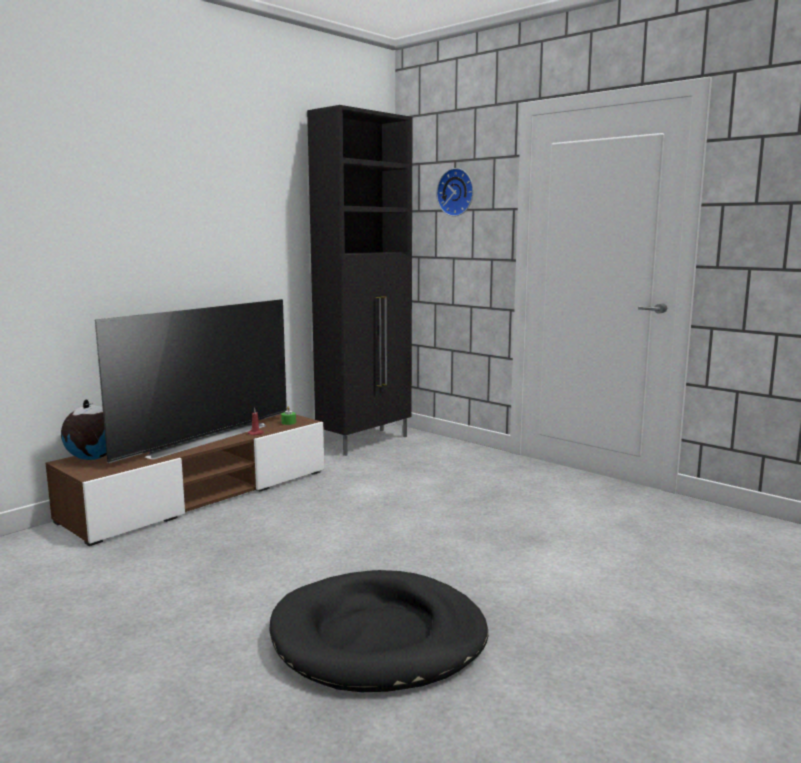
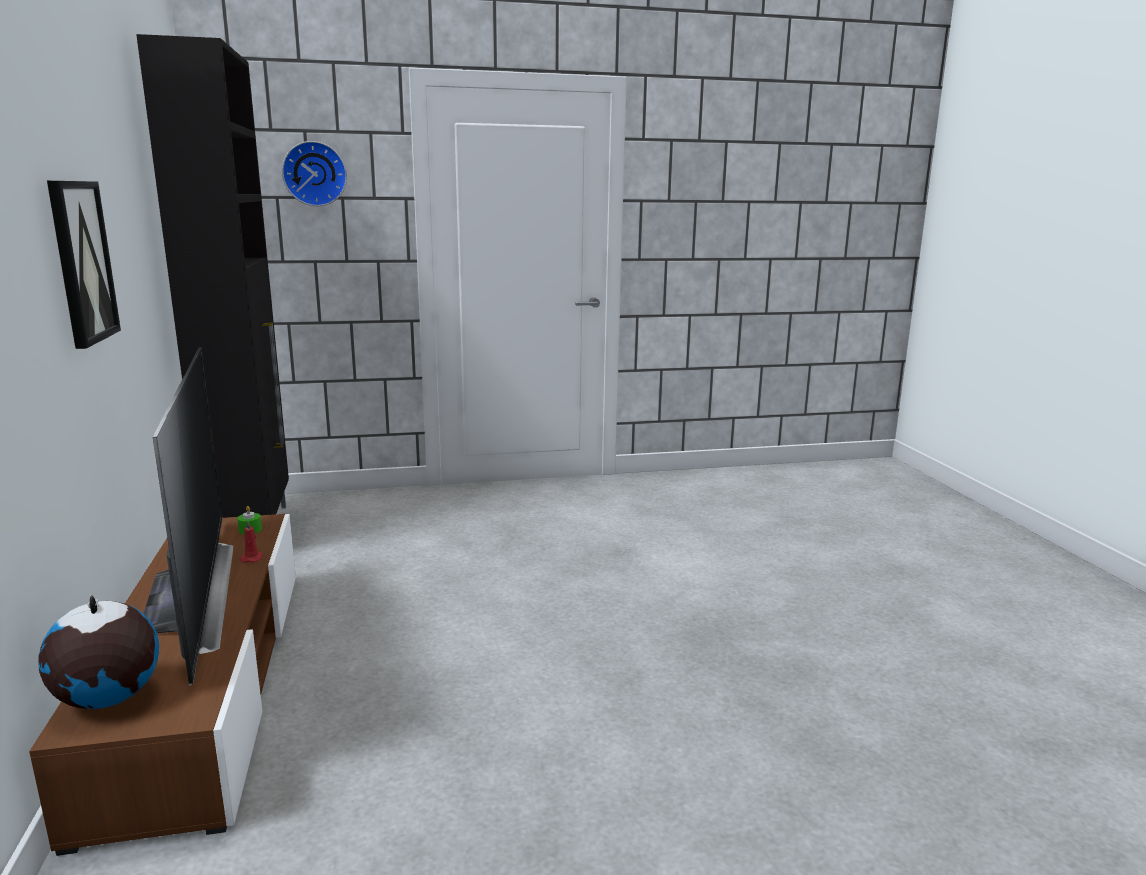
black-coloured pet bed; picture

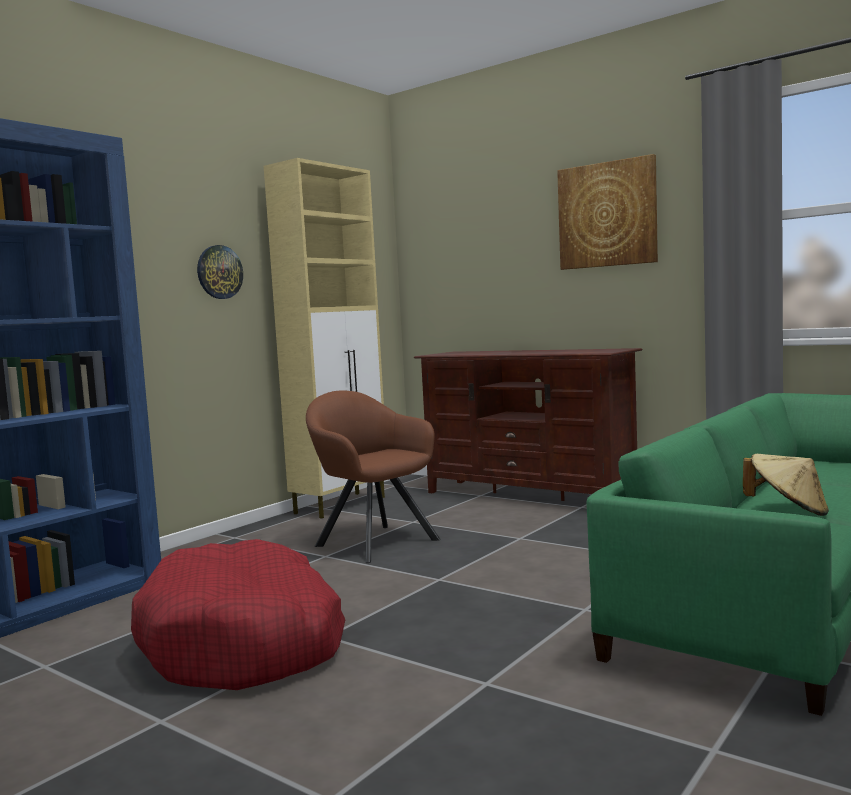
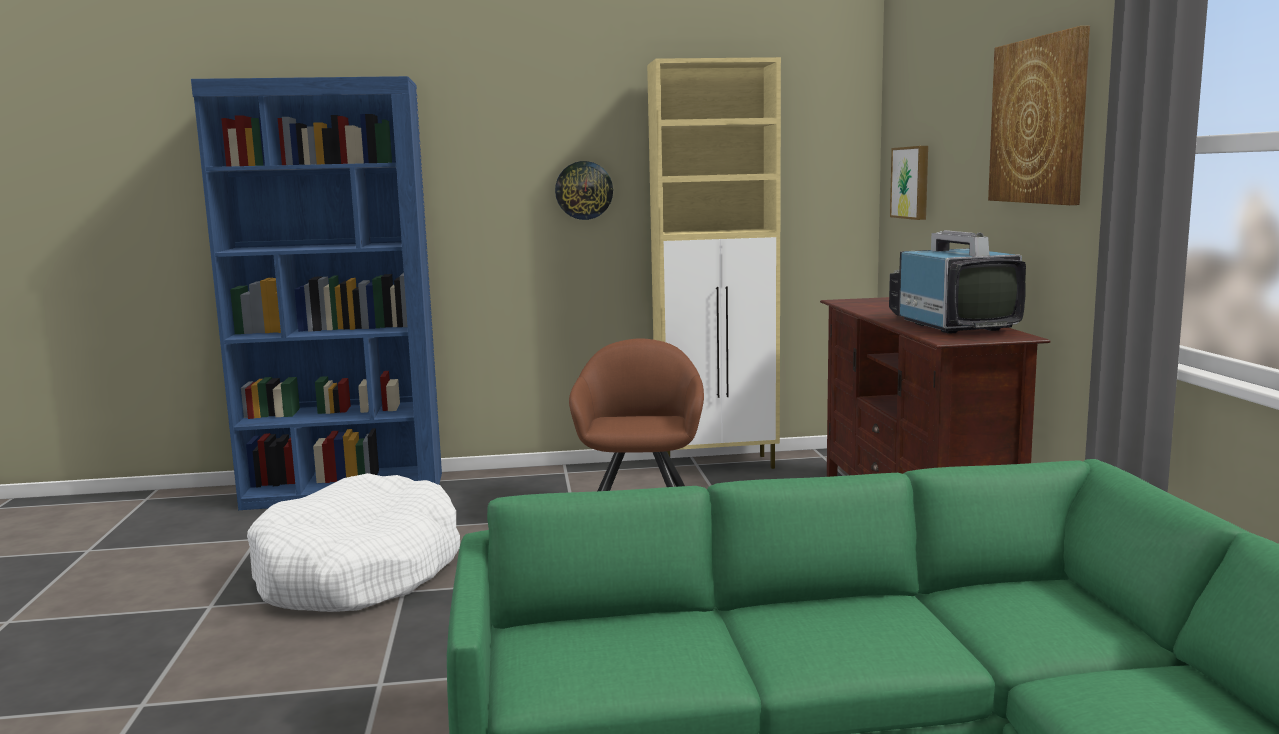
white-coloured pet bed; beige-coloured hat; TV set; picture (1st from left)

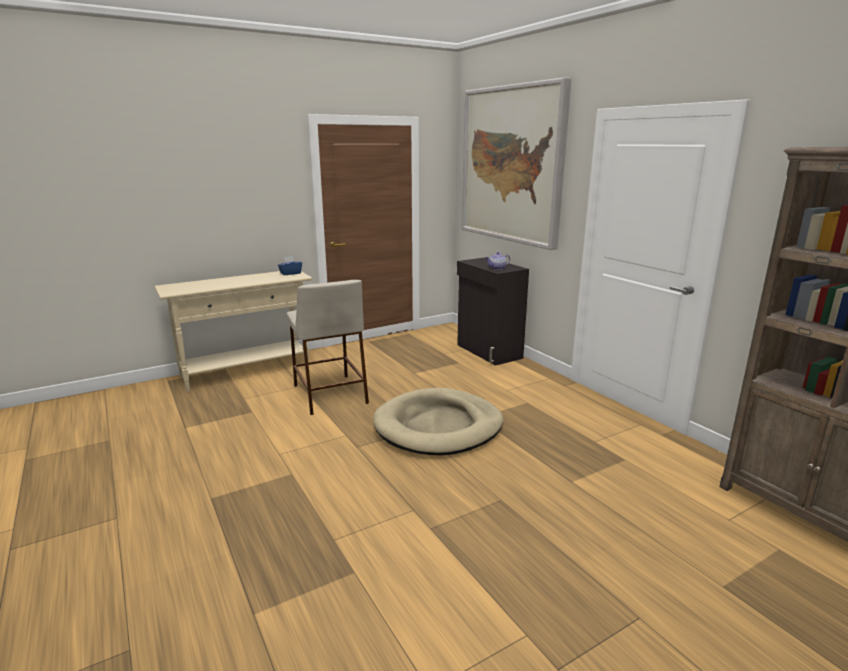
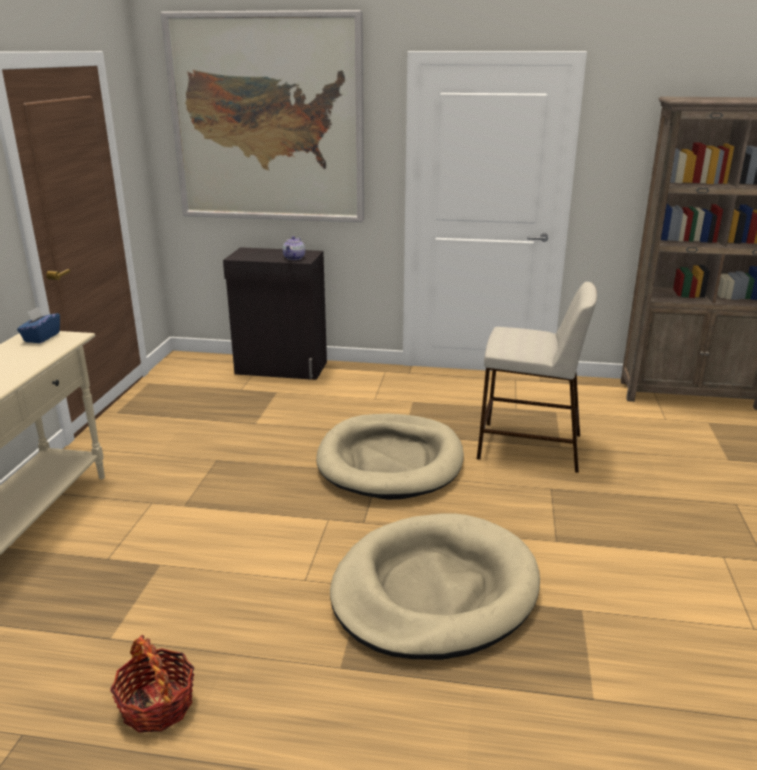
beige-coloured stool; household basket; beige-coloured pet bed (2nd from left)

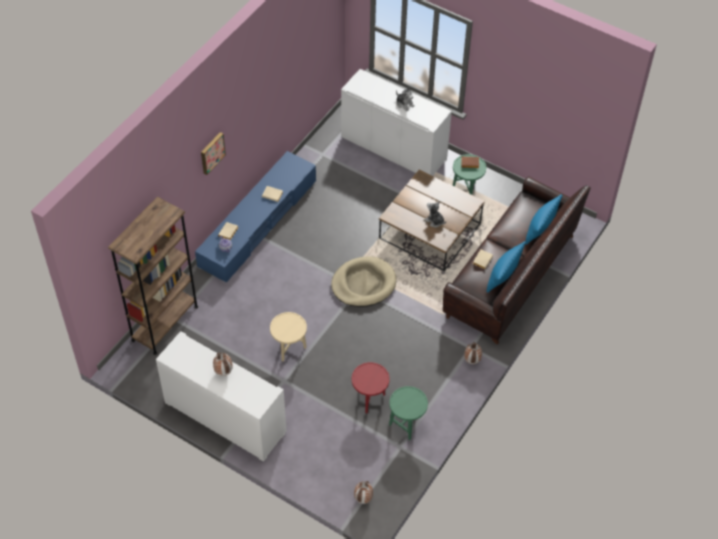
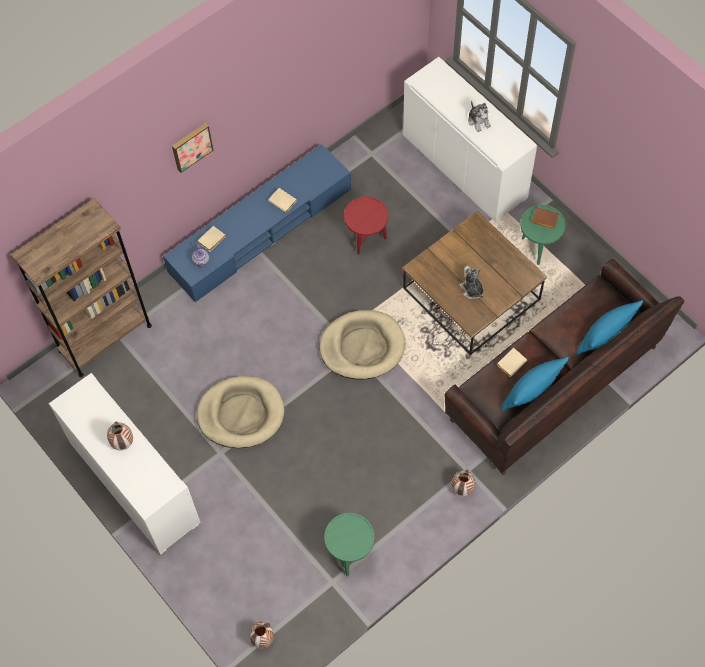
beige-coloured pet bed (1st from left); red side table

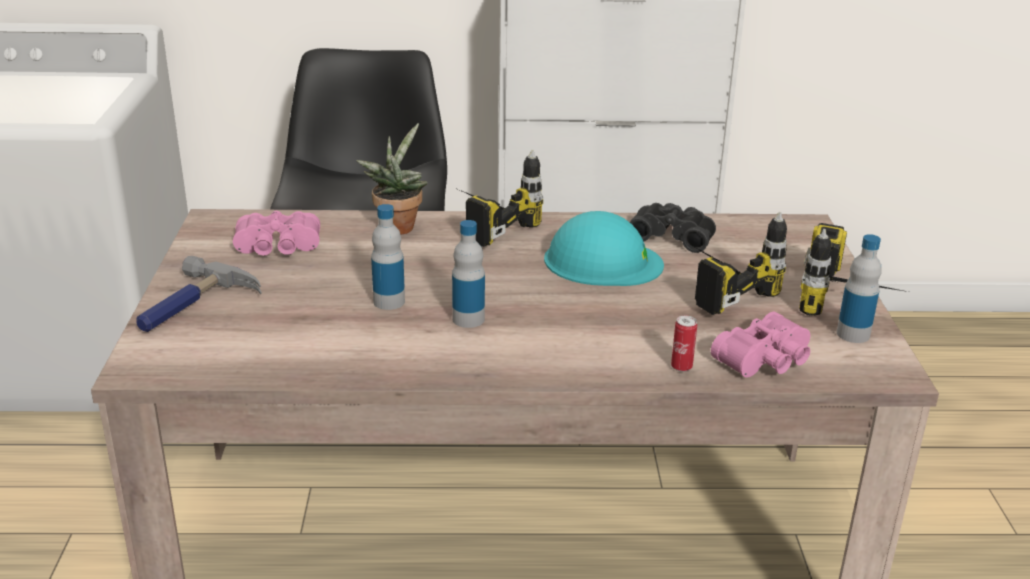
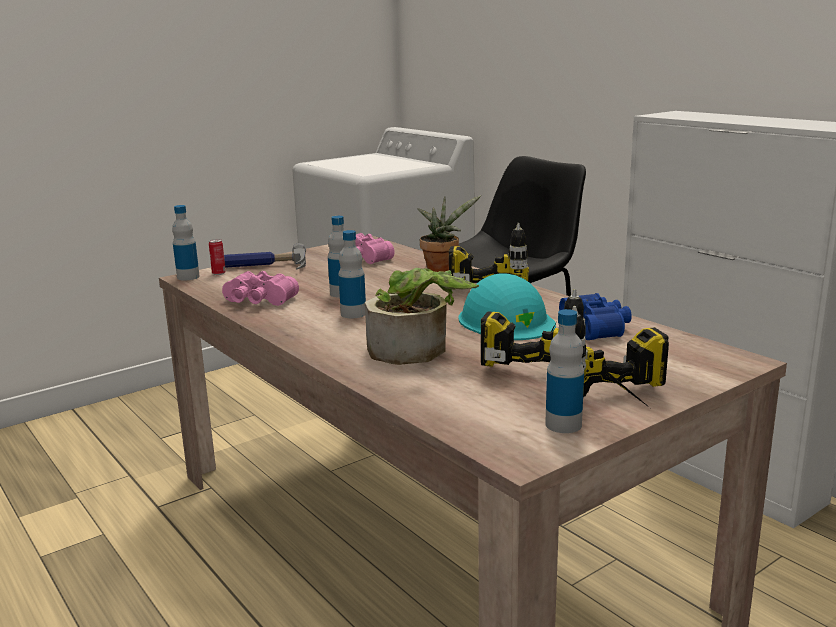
blue-coloured binoculars; can; pink-coloured binoculars (1st from left); drink bottle (1st from left); houseplant (1st from left)

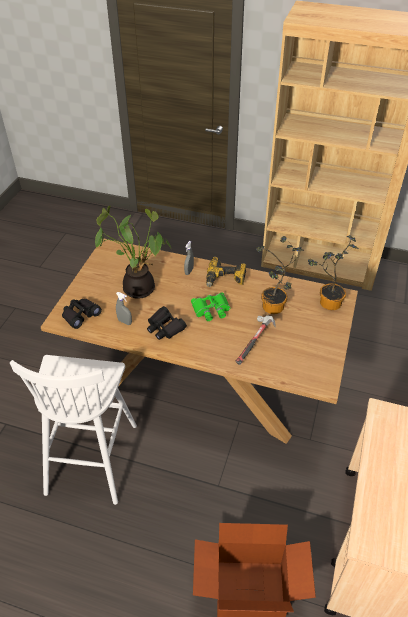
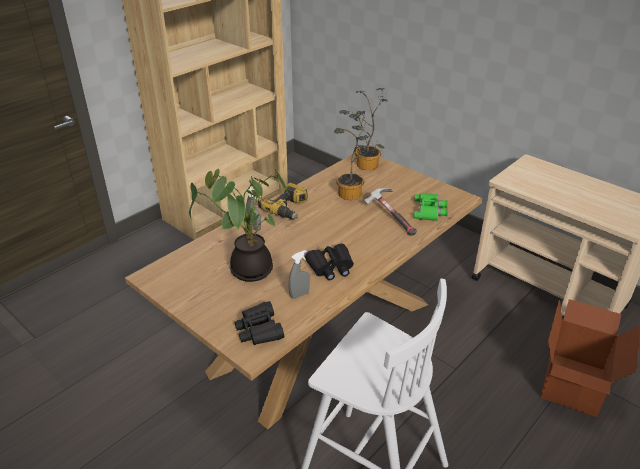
green binoculars

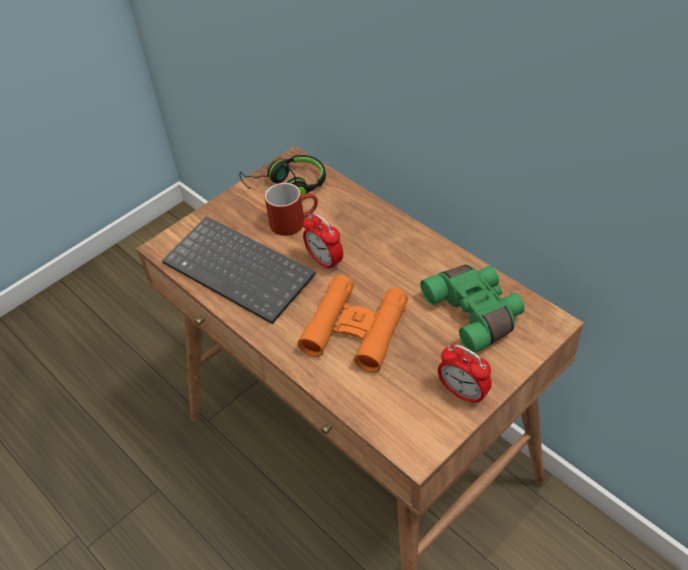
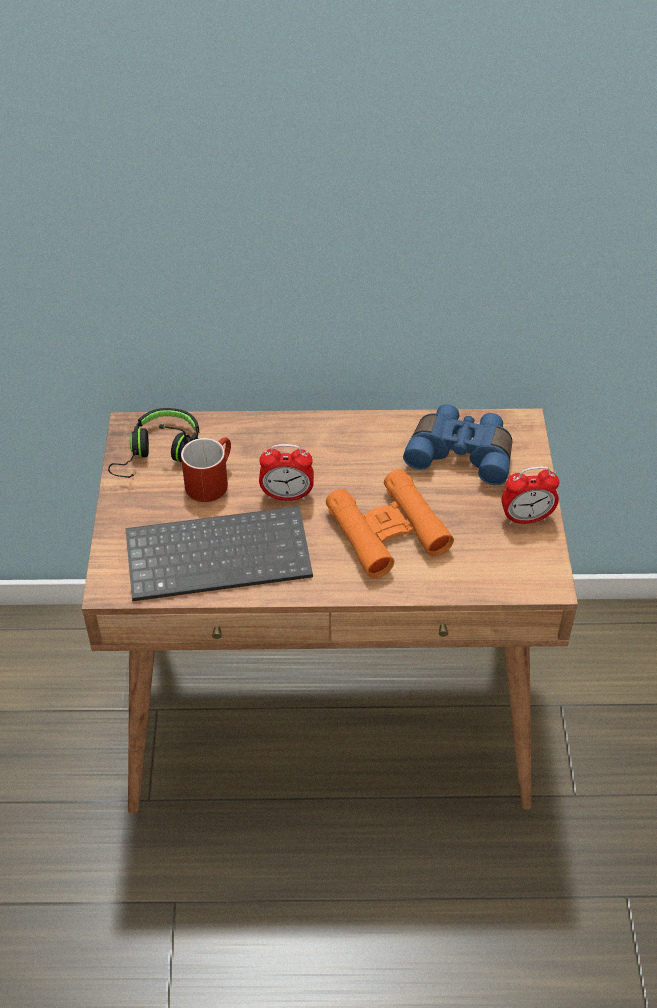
blue-coloured binoculars

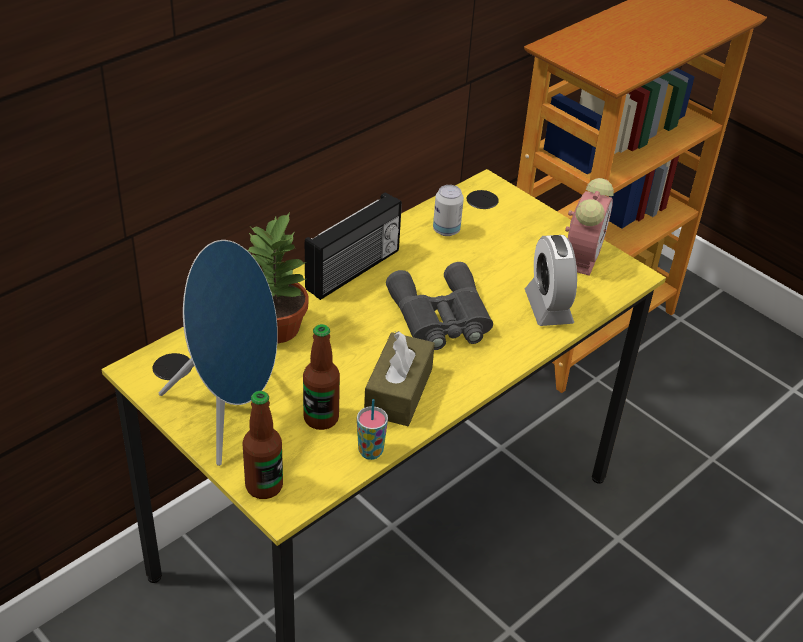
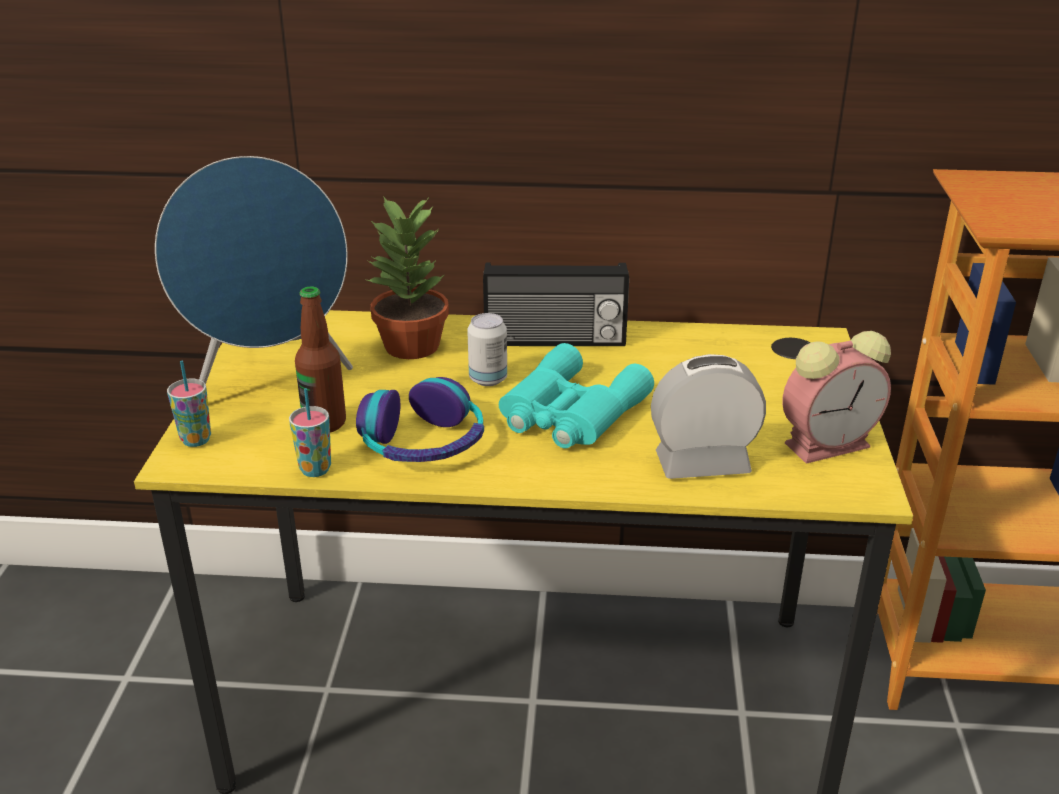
small cup (1st from left); headset; blue-green binoculars; can; bedside clock (1st from left)

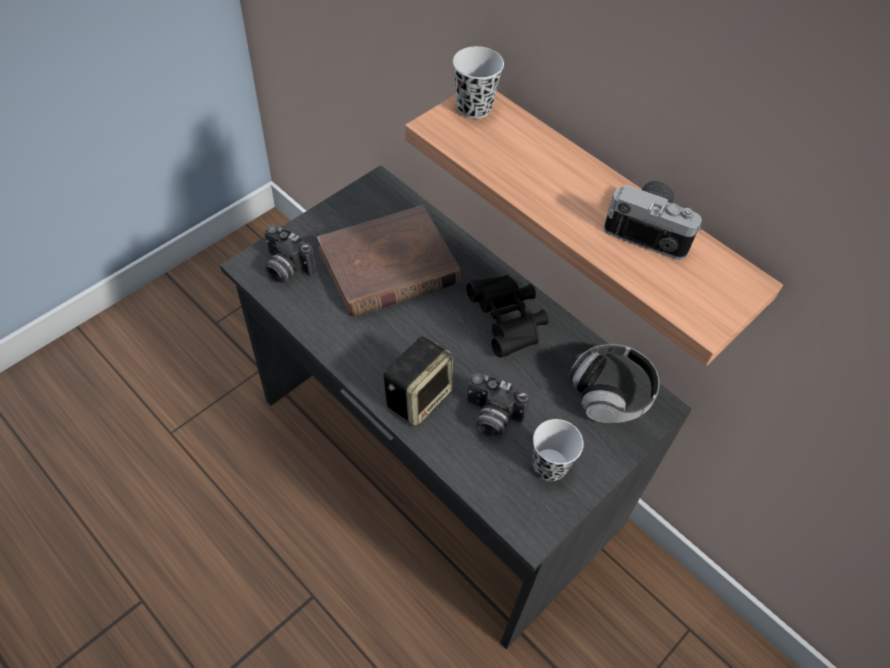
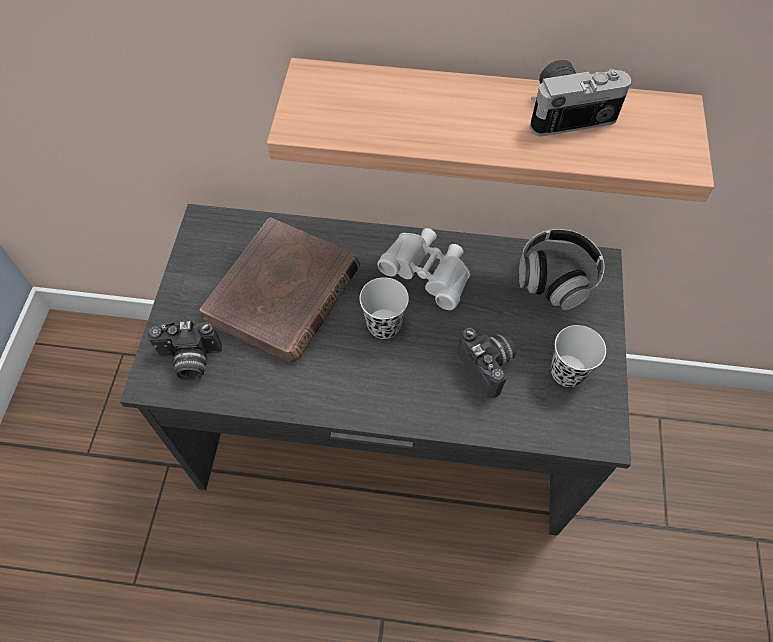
loudspeaker; white-coloured small cup (1st from left); white-coloured binoculars; photo camera (2nd from left)

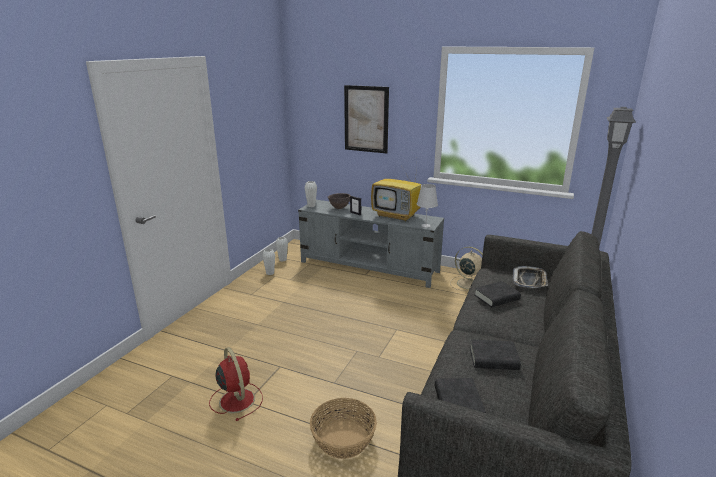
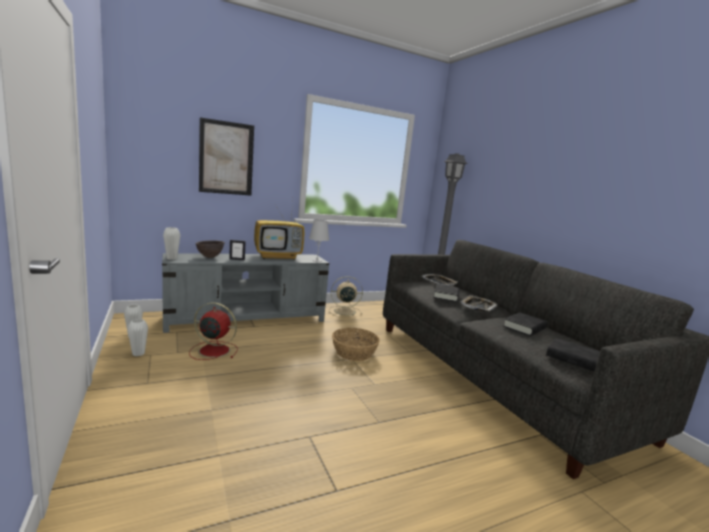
red electric fan; household basket; serving tray (2nd from left)

